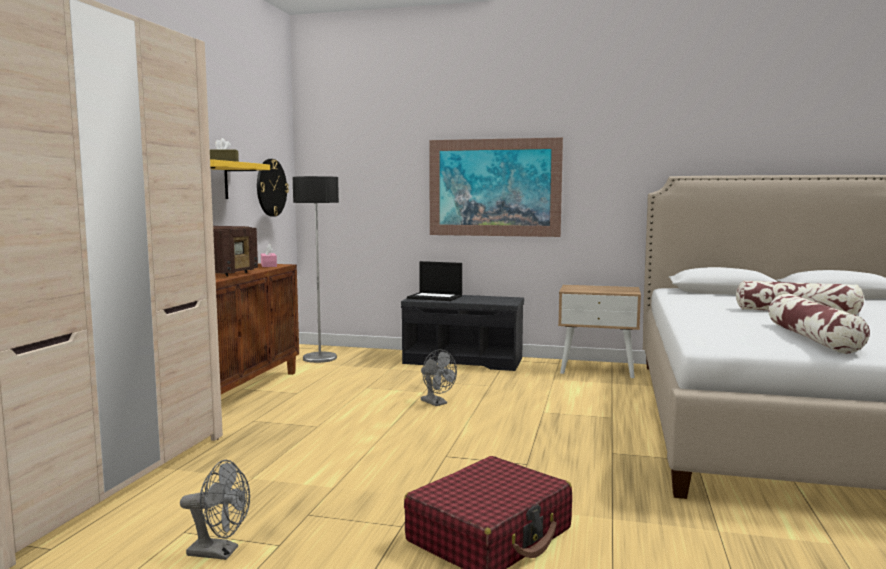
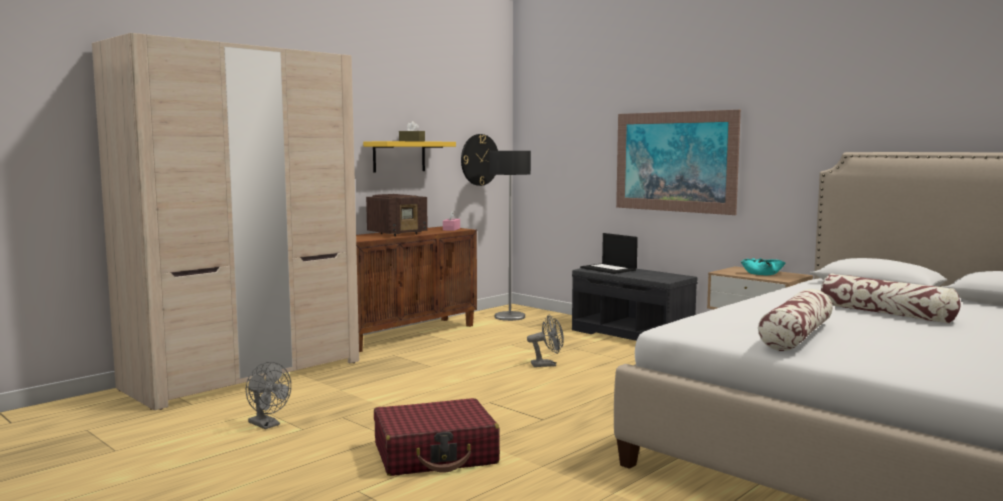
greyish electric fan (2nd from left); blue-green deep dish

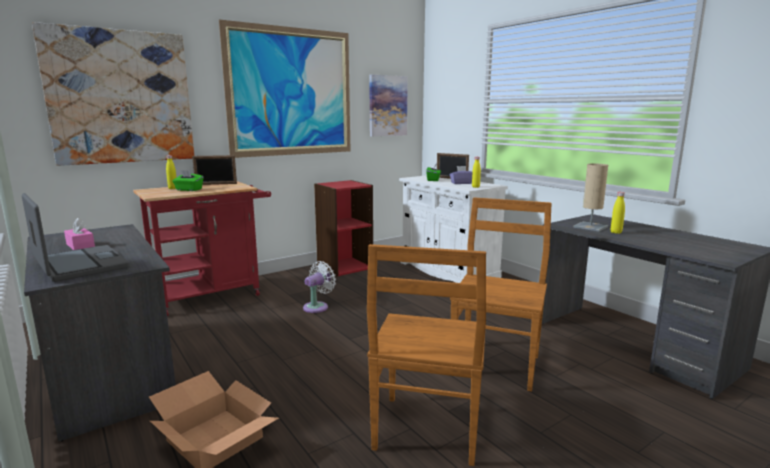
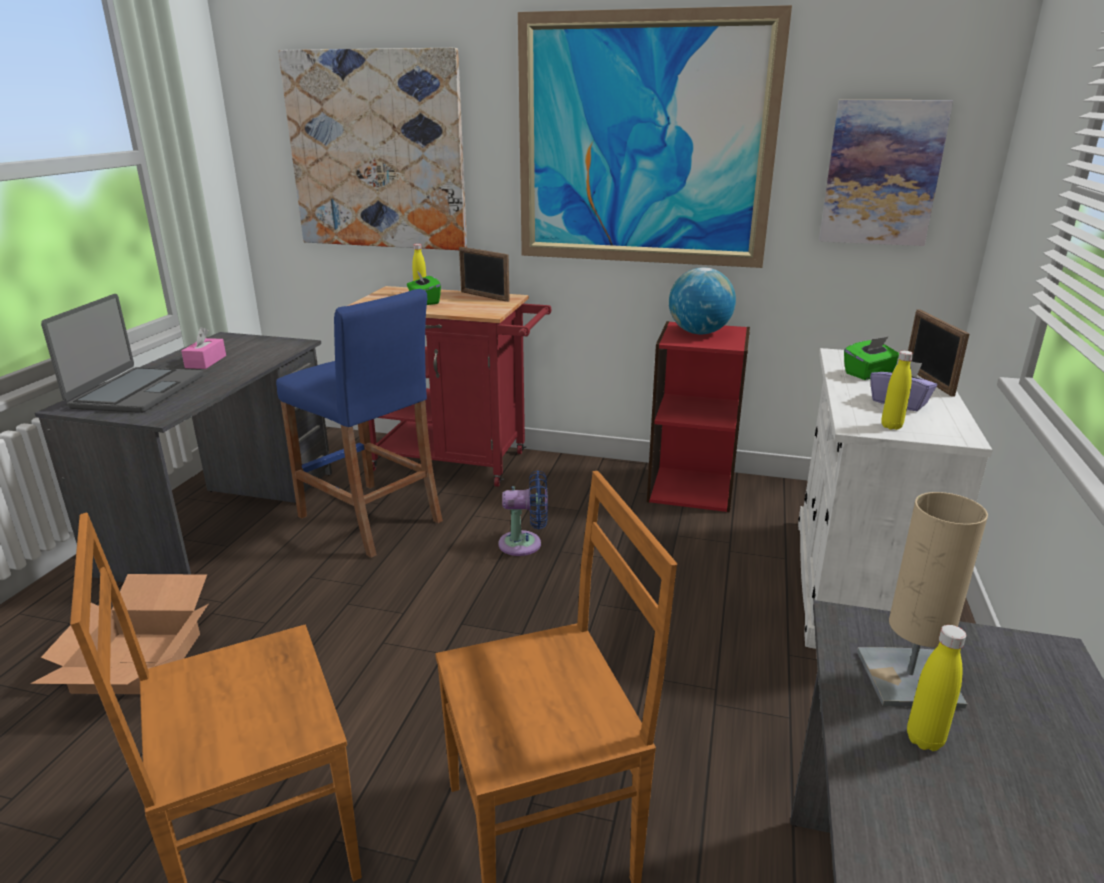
blue-coloured electric fan; blue-coloured stool; globe

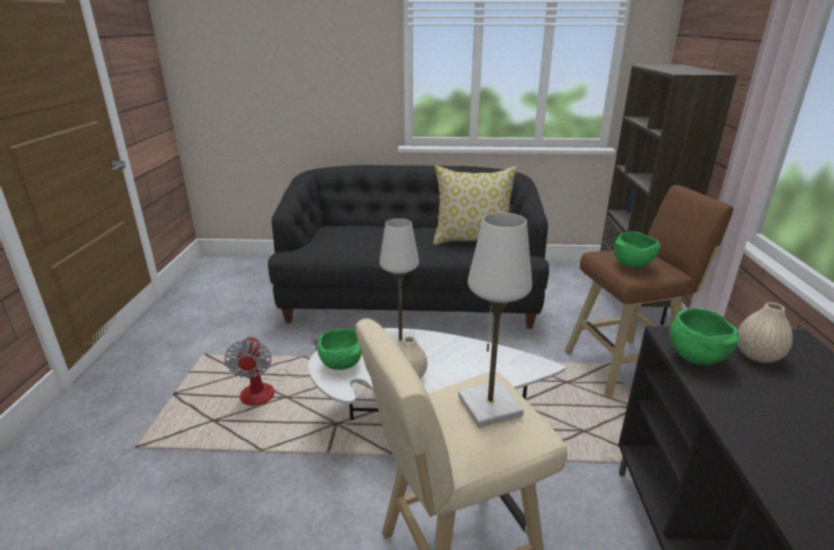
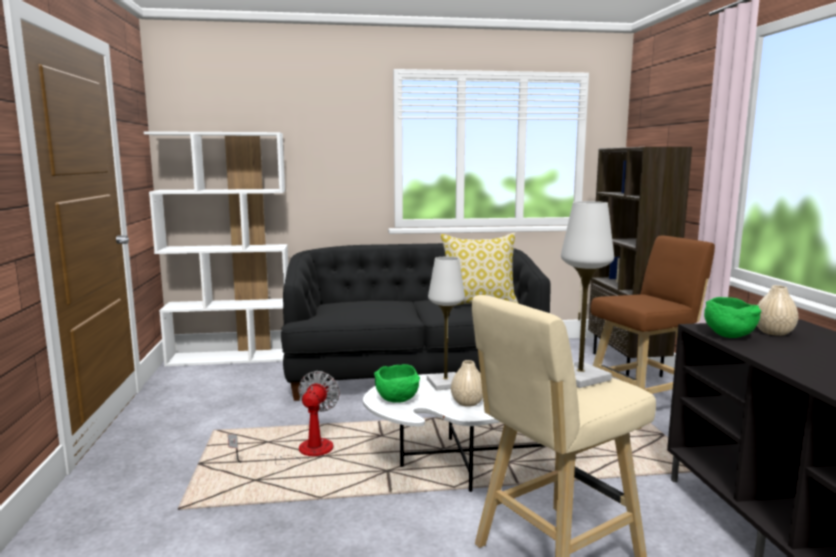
electric fan; green deep dish (2nd from left in the first image); white-coloured bookshelf

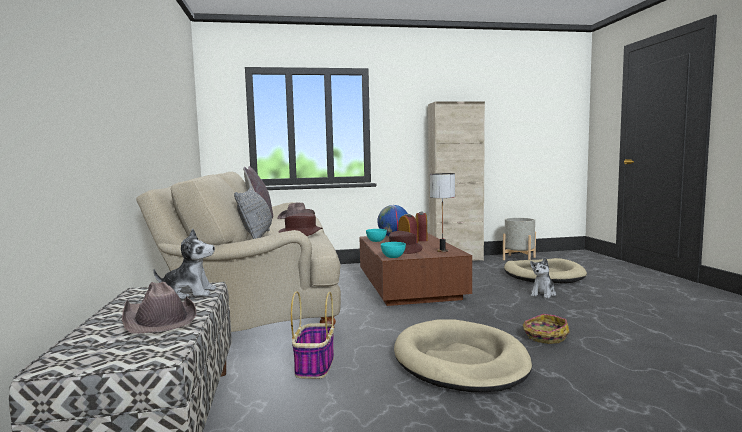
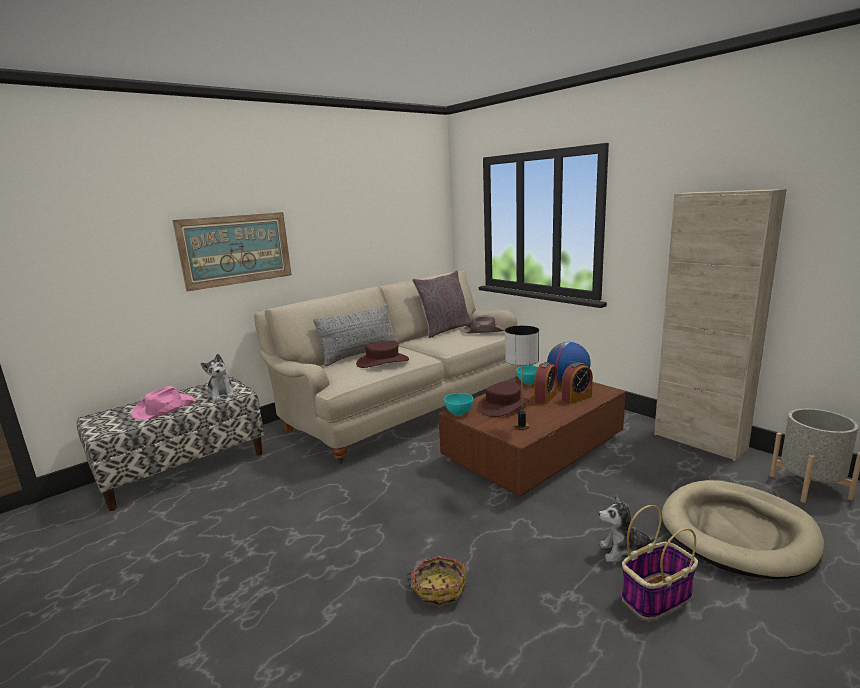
pink-coloured hat; household basket (2nd from left); beige-coloured pet bed (1st from left in the first image); picture

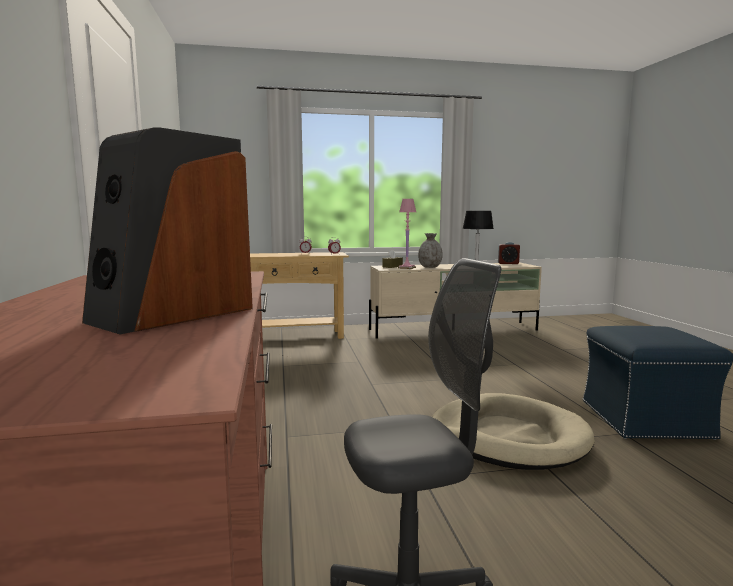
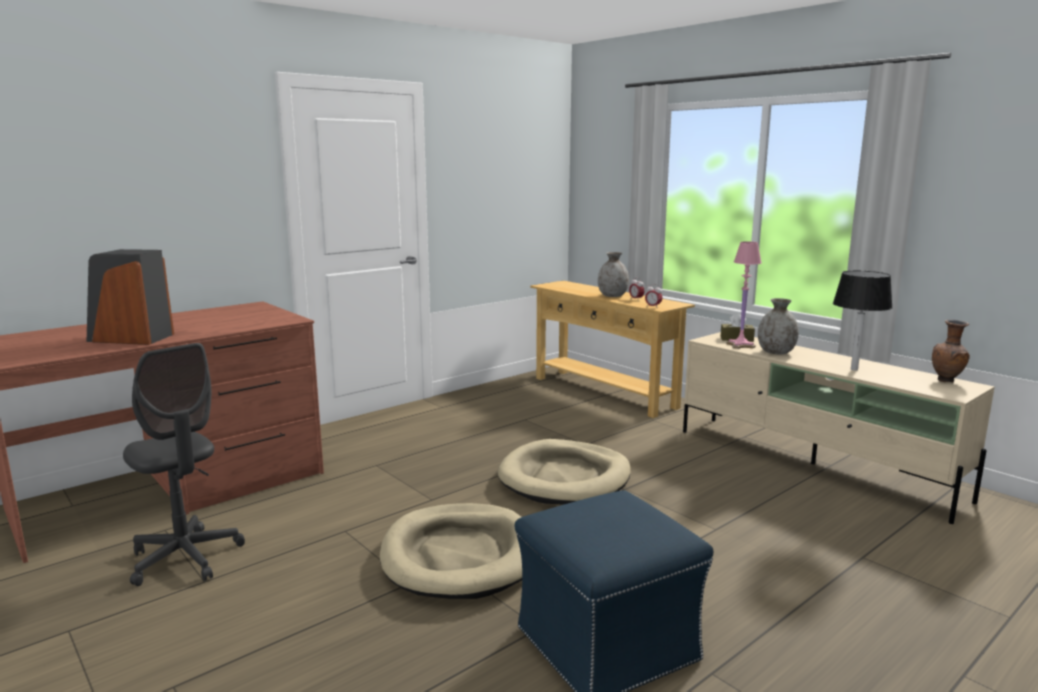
brownish decorative vase; beige-coloured pet bed (2nd from left); greyish decorative vase (1st from left)

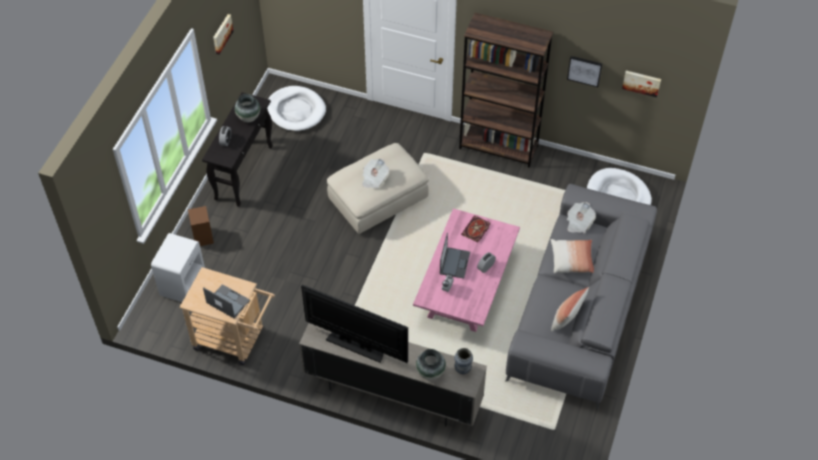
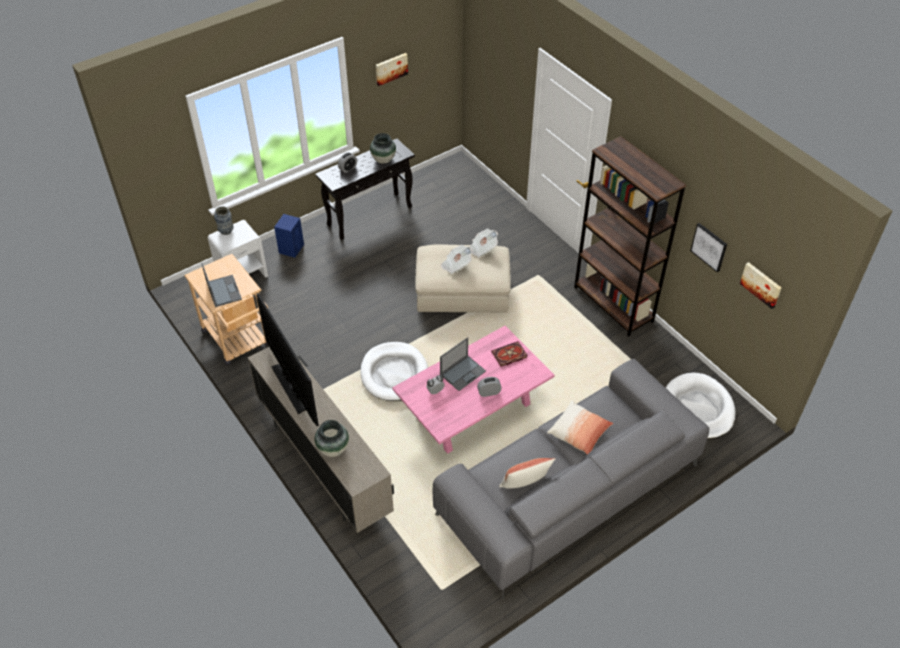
blue-coloured loudspeaker; white-coloured pet bed (1st from left); decorative vase (1st from left); newspaper (2nd from left)

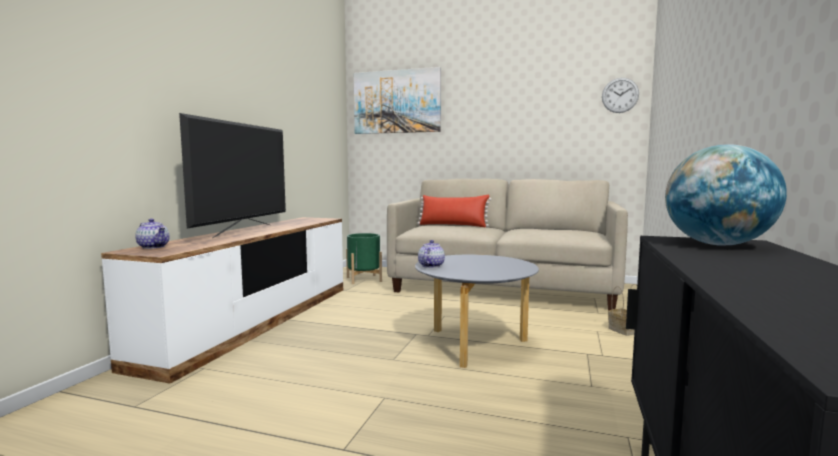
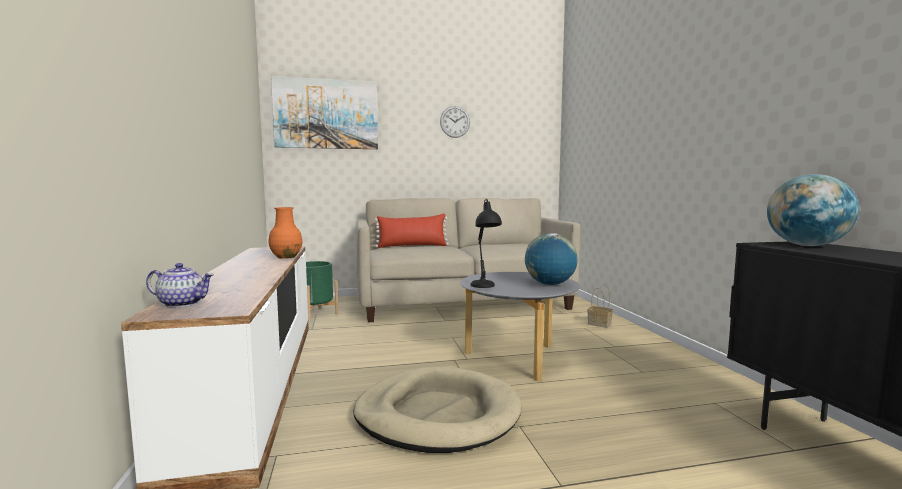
TV set; black-coloured tabletop lamp; hanging clock; orangey decorative vase; beige-coloured pet bed; globe (1st from left)

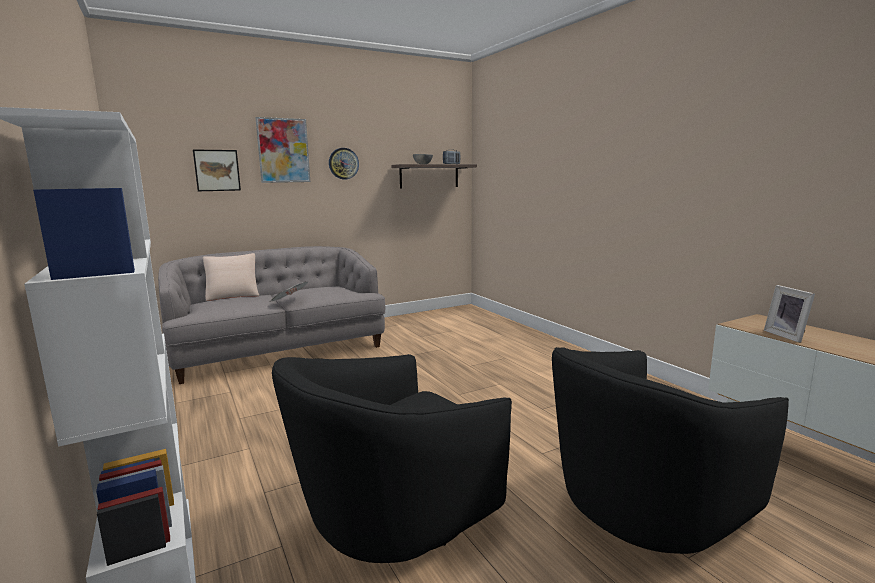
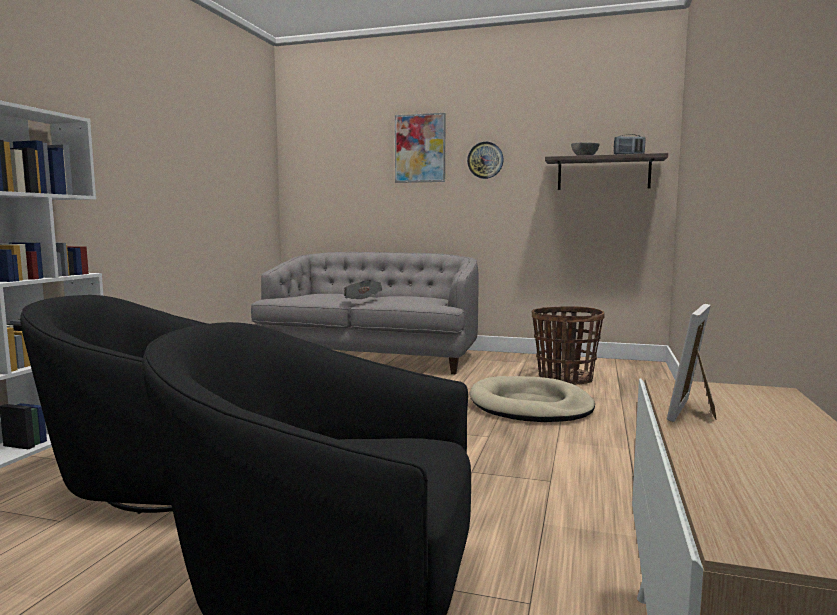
picture (1st from left in the first image); beige-coloured pillow; beige-coloured pet bed; household basket

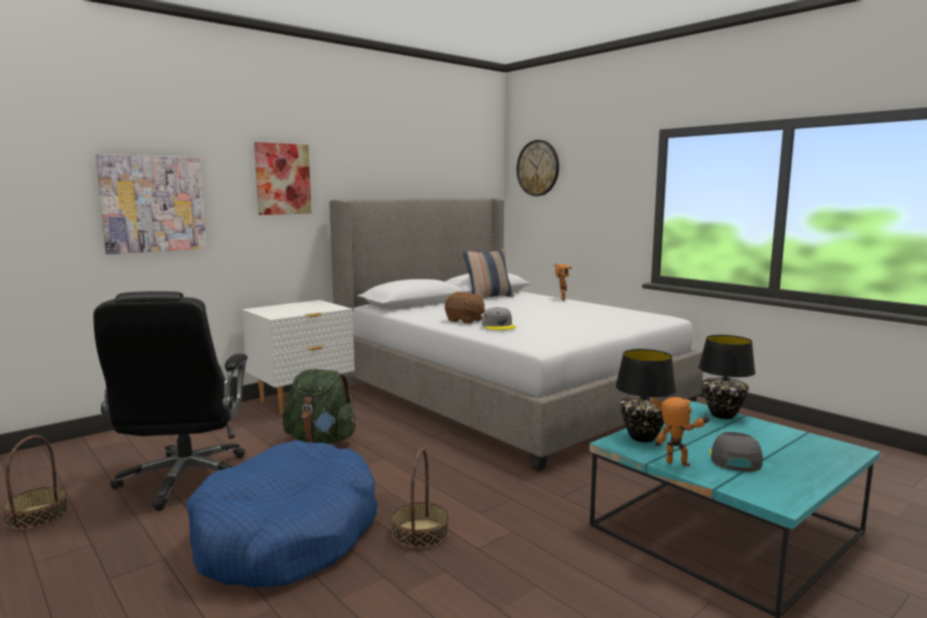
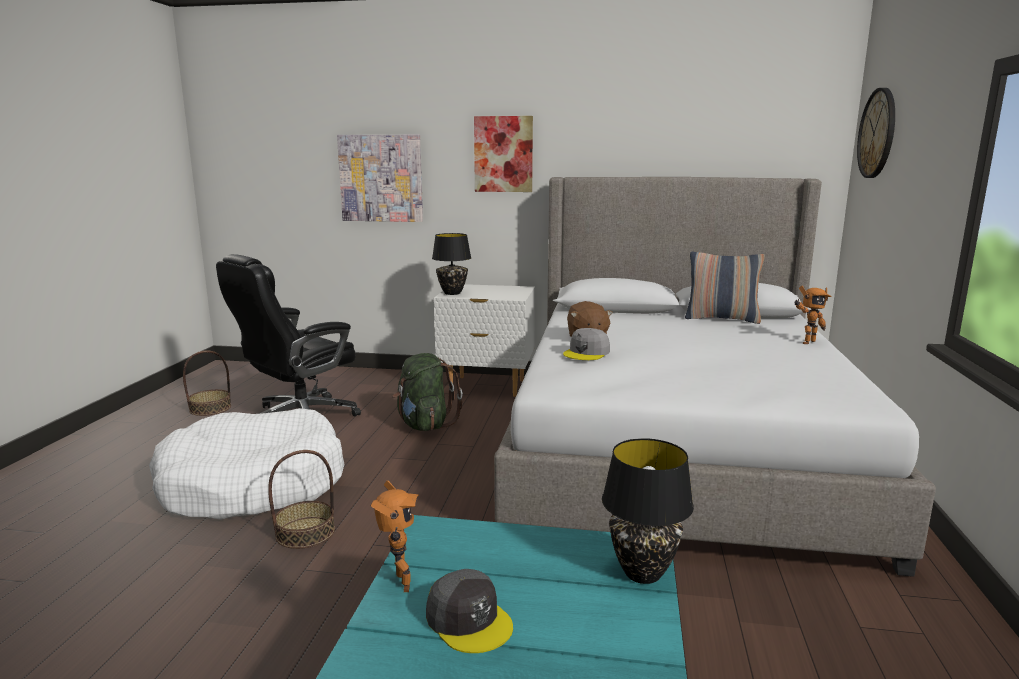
white-coloured pet bed; black-coloured tabletop lamp (1st from left); greyish peaked cap (1st from left)

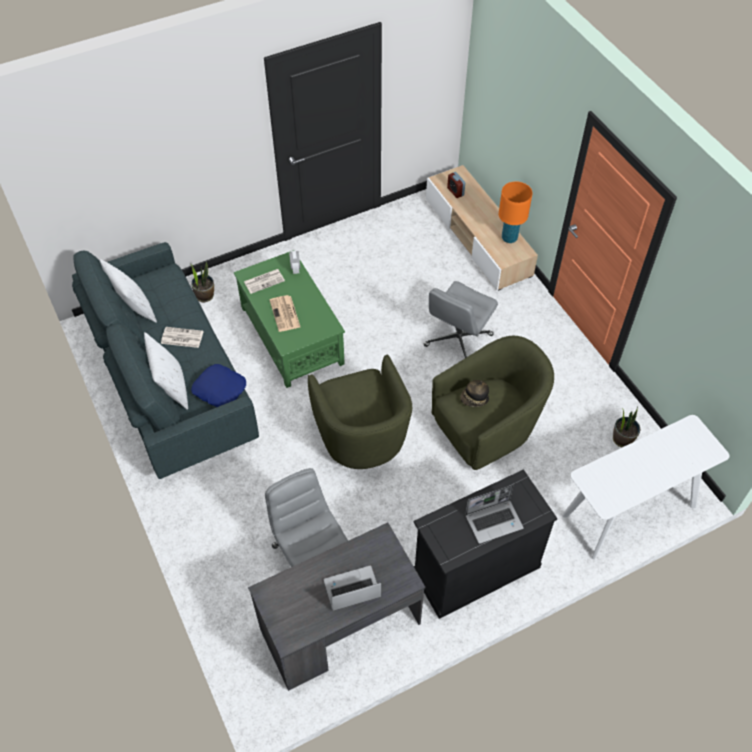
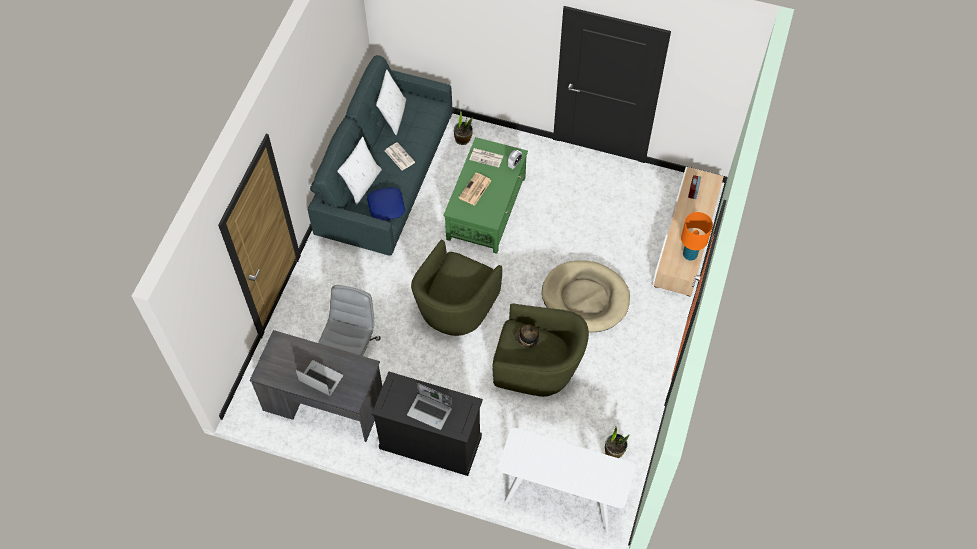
beige-coloured pet bed

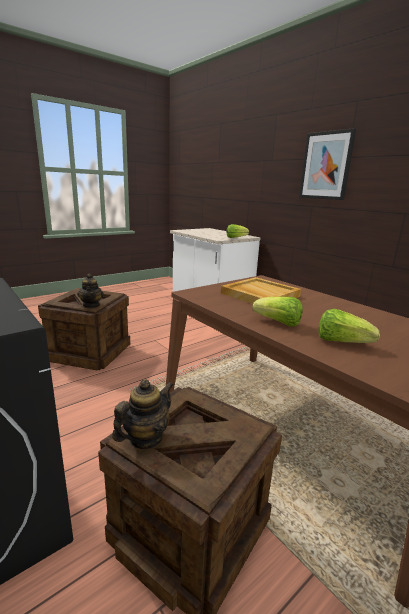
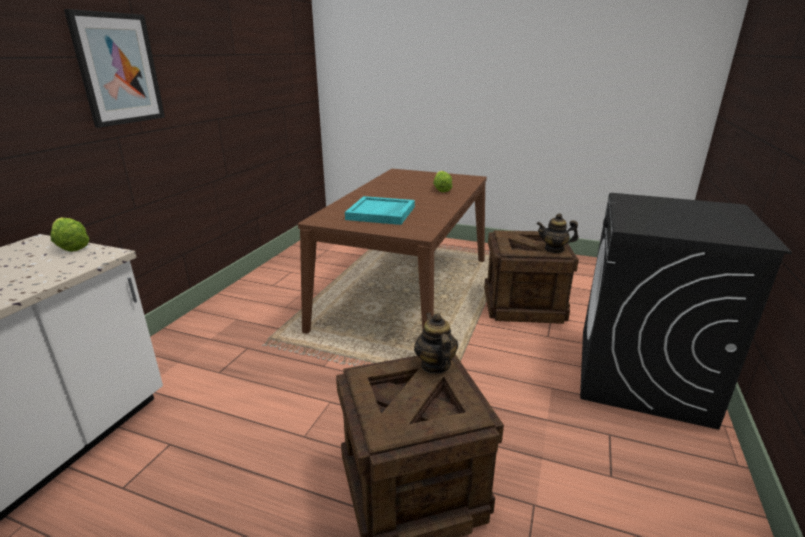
teapot (1st from left); blue-green serving tray; lettuce (2nd from left in the first image)

